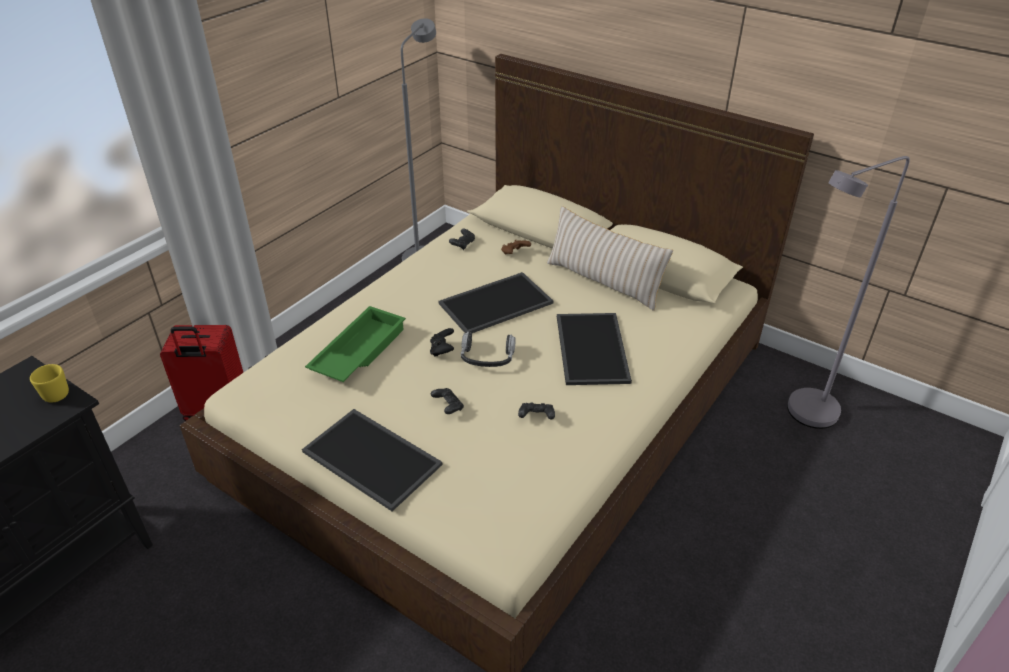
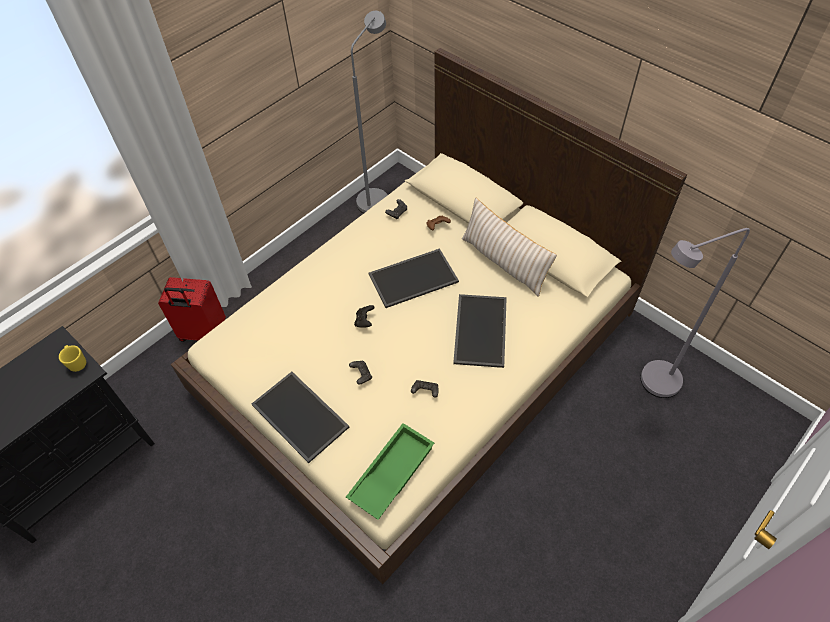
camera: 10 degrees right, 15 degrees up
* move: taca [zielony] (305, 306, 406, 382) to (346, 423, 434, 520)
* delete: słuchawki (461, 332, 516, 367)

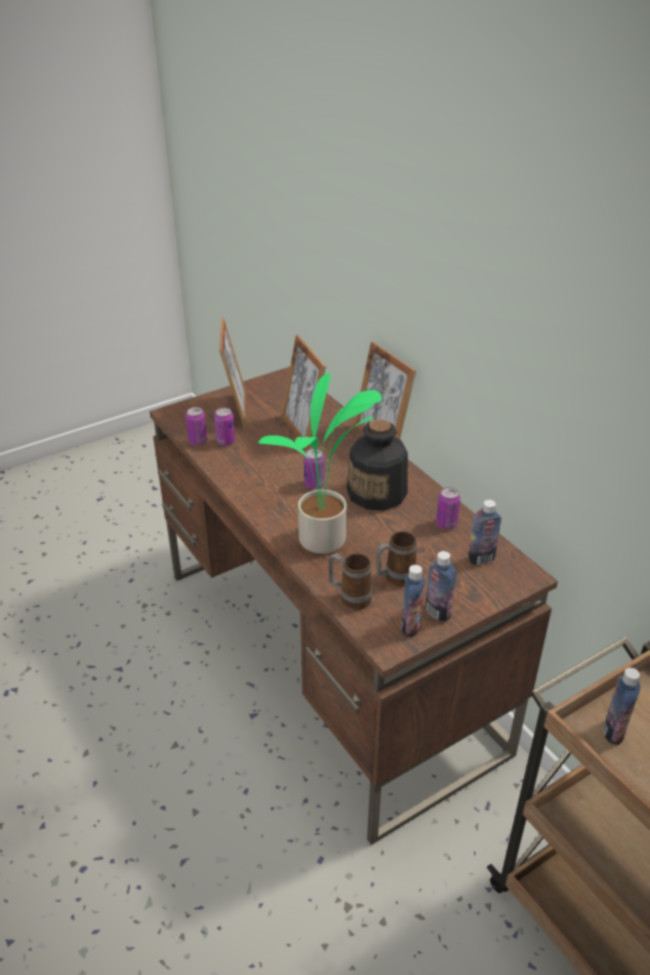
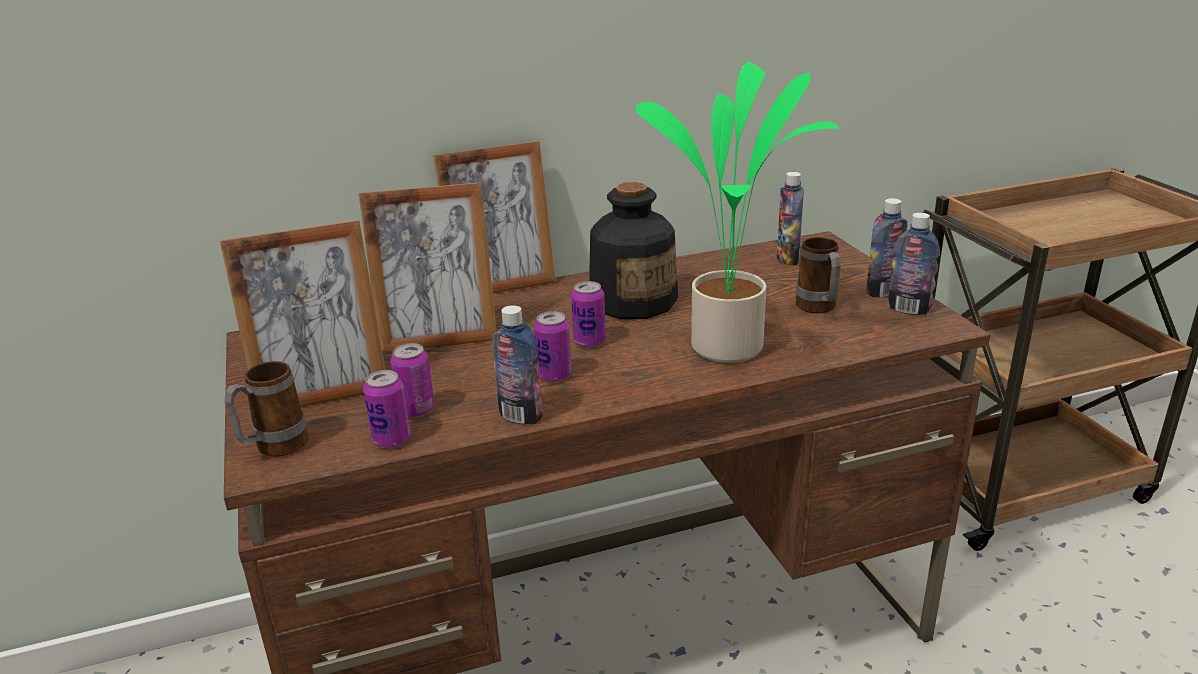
camera: 75 degrees left, 10 degrees down
* rotate: ramka na zdjęcie (219, 318, 246, 428) = (220, 220, 386, 407) 150 degrees clockwise
* move: kubek (328, 553, 372, 610) to (224, 361, 308, 457)
* move: butelka (603, 668, 641, 745) to (492, 305, 543, 424)
* move: puszka (436, 487, 460, 529) to (534, 311, 572, 382)

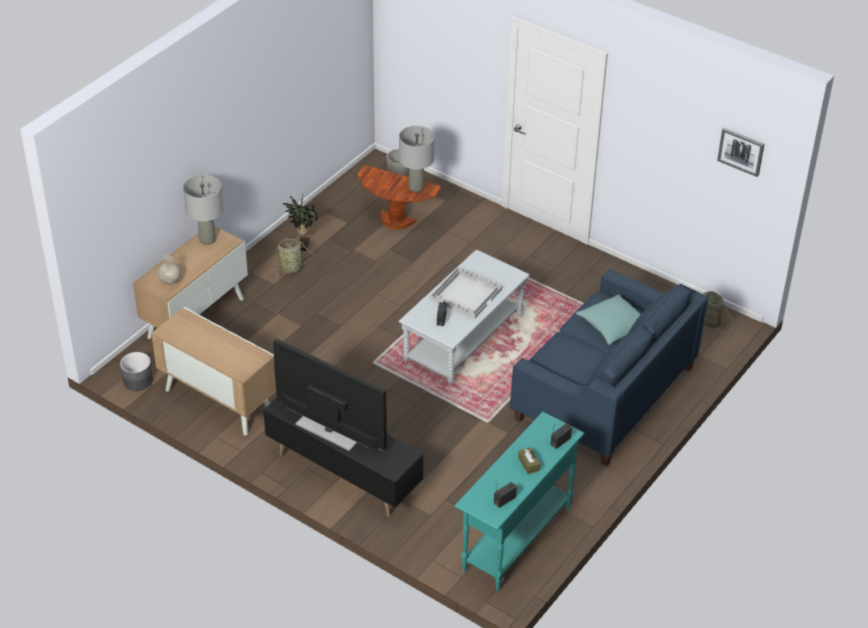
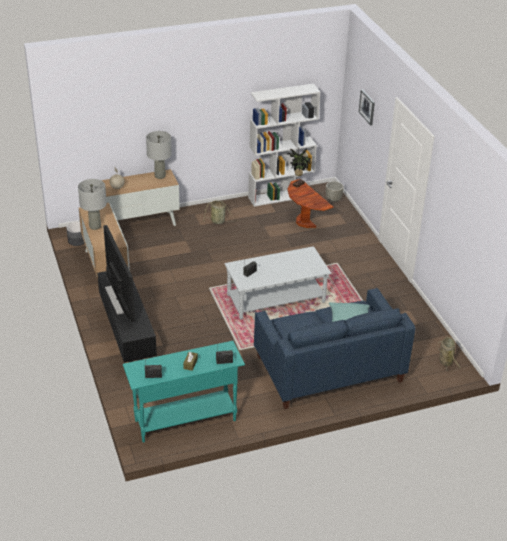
camera: 35 degrees right, 5 degrees down
* move: lampa stołowa [szary] (399, 126, 435, 192) to (78, 179, 107, 230)
* insert: regał [biały] (248, 83, 320, 207)
* move: roślina doniczkowa (283, 195, 318, 251) to (288, 147, 311, 188)
* move: obraz (717, 128, 764, 177) to (359, 89, 375, 126)
* delete: taca [biały] (430, 267, 502, 319)

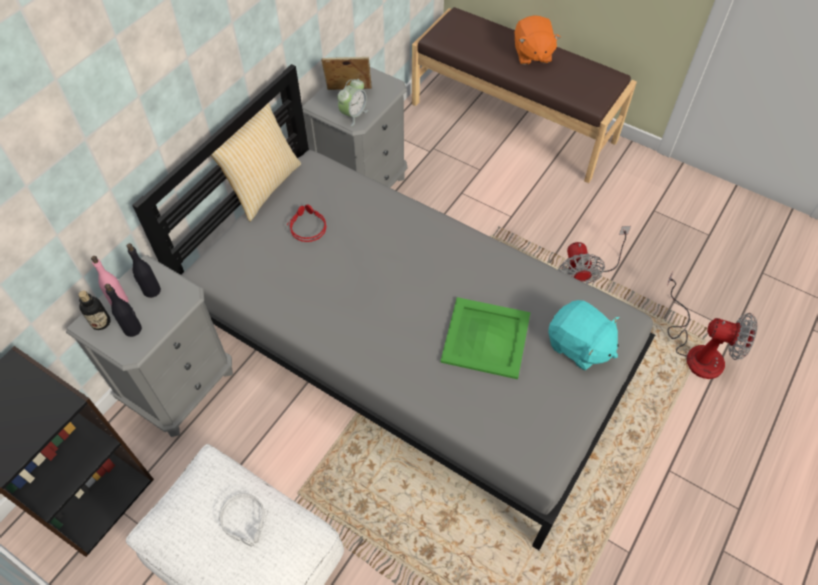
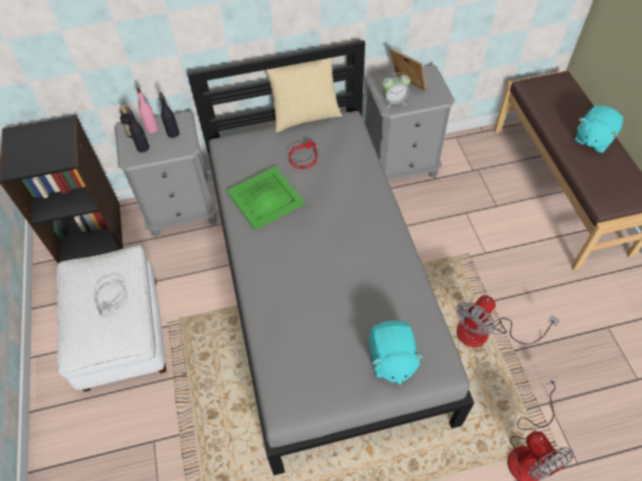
camera: 45 degrees right, 0 degrees up
* move: taca [zielony] (440, 297, 531, 379) to (227, 166, 305, 230)
* recolor: pluszak [pomarańczowy] (515, 15, 561, 65) to pluszak [turkusowy] (575, 105, 623, 153)

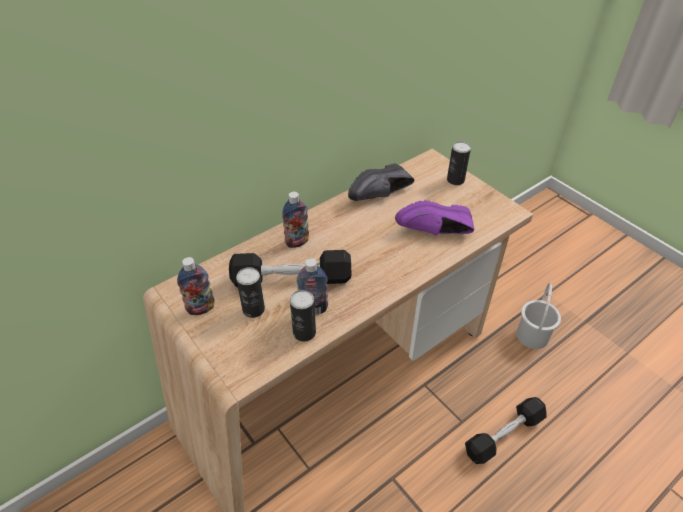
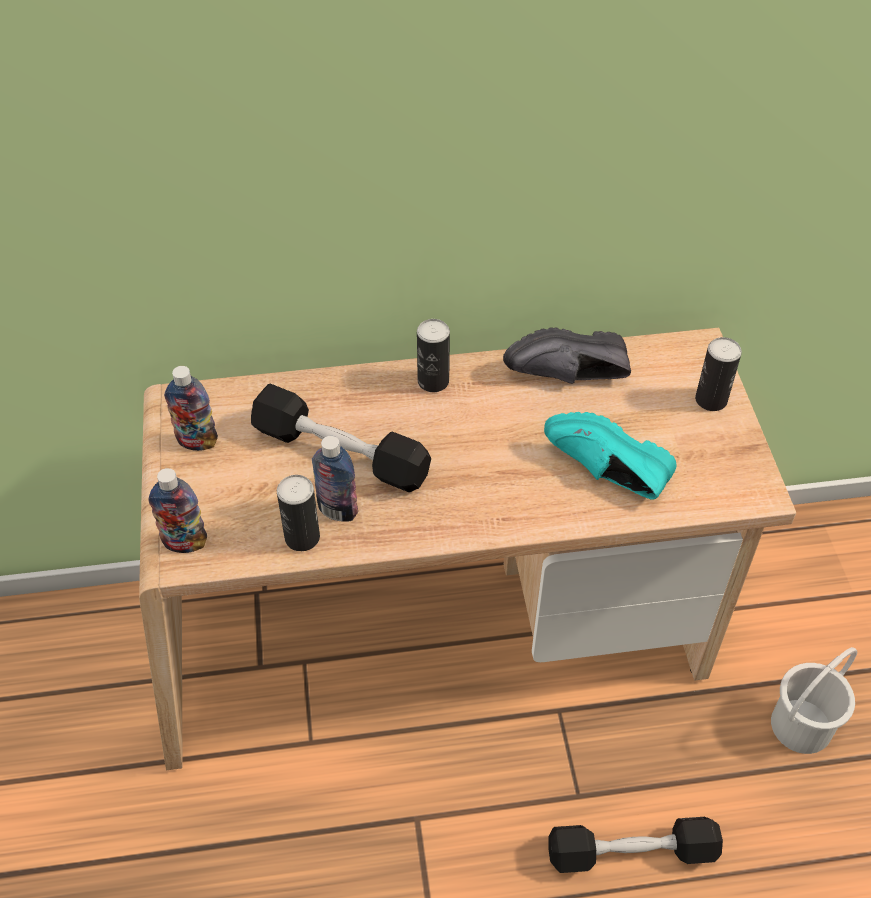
camera: 30 degrees right, 5 degrees up
* move: butelka (282, 192, 309, 248) to (148, 468, 207, 553)
* move: puszka (236, 267, 265, 318) to (417, 319, 450, 392)
* recolor: but [fioletowy] (395, 200, 474, 236) to but [turkusowy] (544, 412, 676, 500)

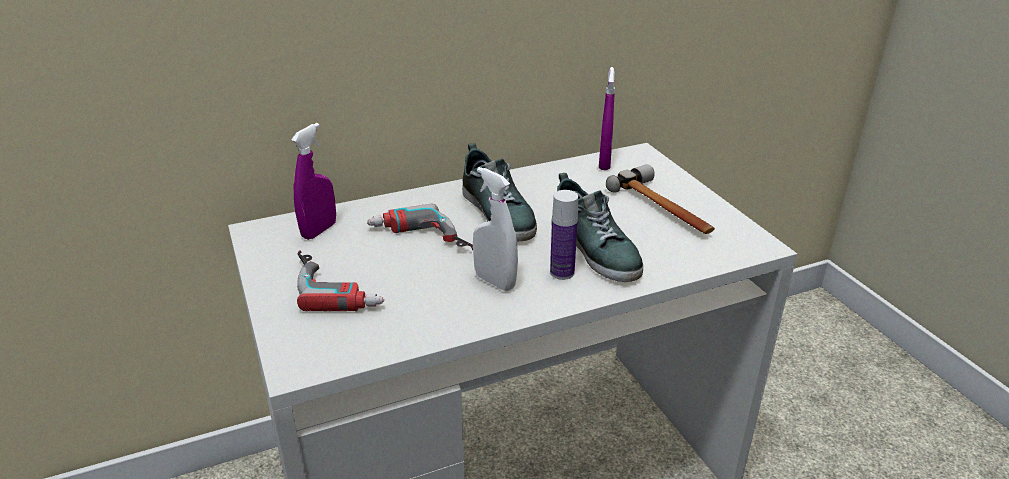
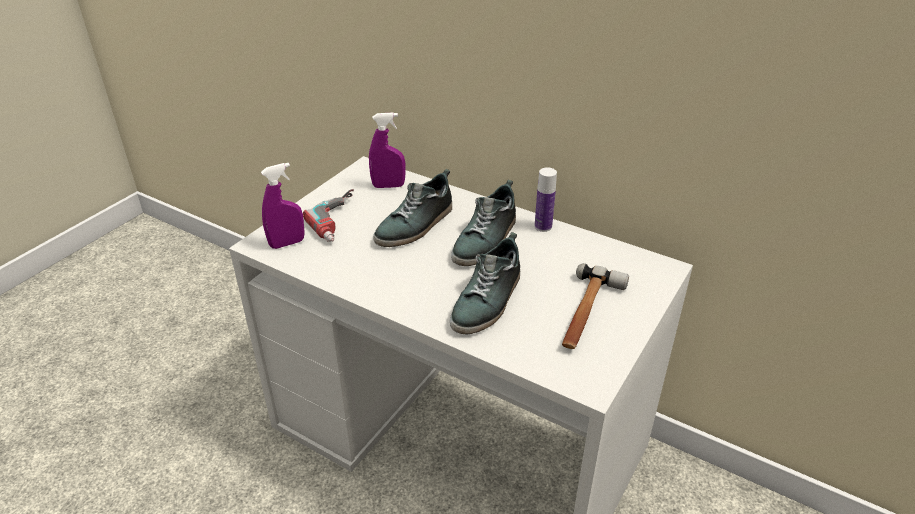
camera: 55 degrees right, 5 degrees up
* move: spryskiwacz [fioletowy] (599, 67, 615, 170) to (261, 163, 305, 249)
* replace: wiertarka (367, 204, 473, 250) to but (373, 169, 452, 247)
* move: butelka (550, 190, 578, 280) to (535, 167, 557, 232)
* delete: spryskiwacz [biały] (473, 167, 518, 291)

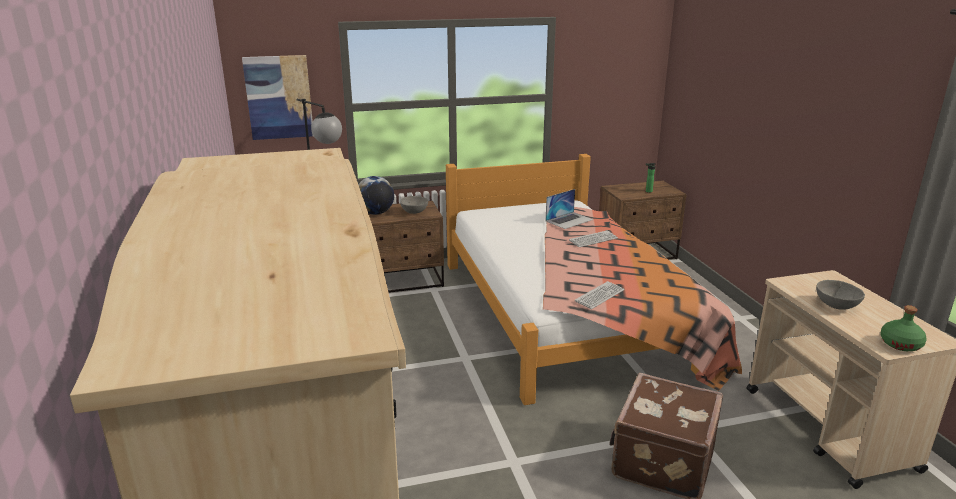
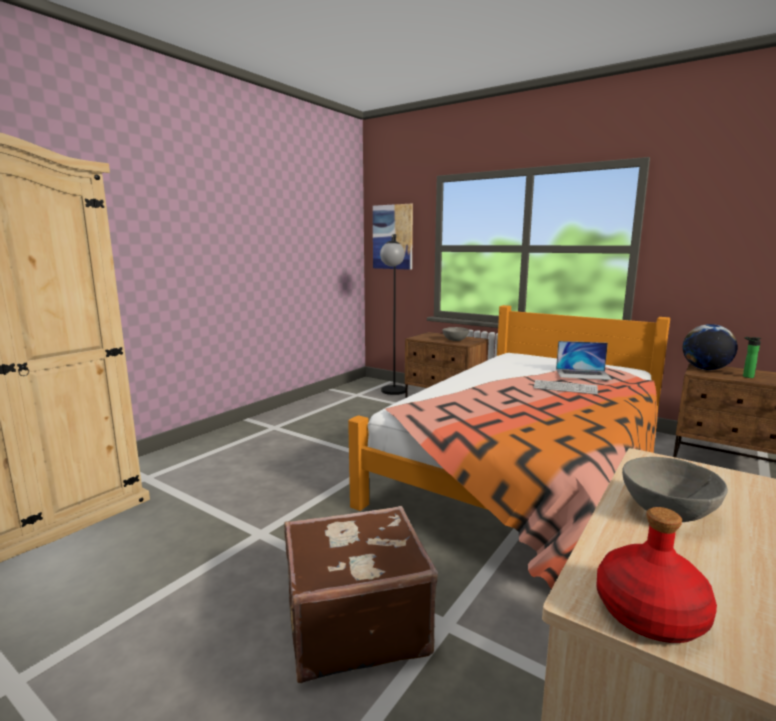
camera: 50 degrees right, 10 degrees down
* recolor: butelka [zielony] (880, 305, 927, 351) to butelka [czerwony] (596, 507, 717, 643)
* move: globus (358, 176, 394, 215) to (683, 324, 738, 370)
* delete: klawiatura (575, 281, 624, 309)

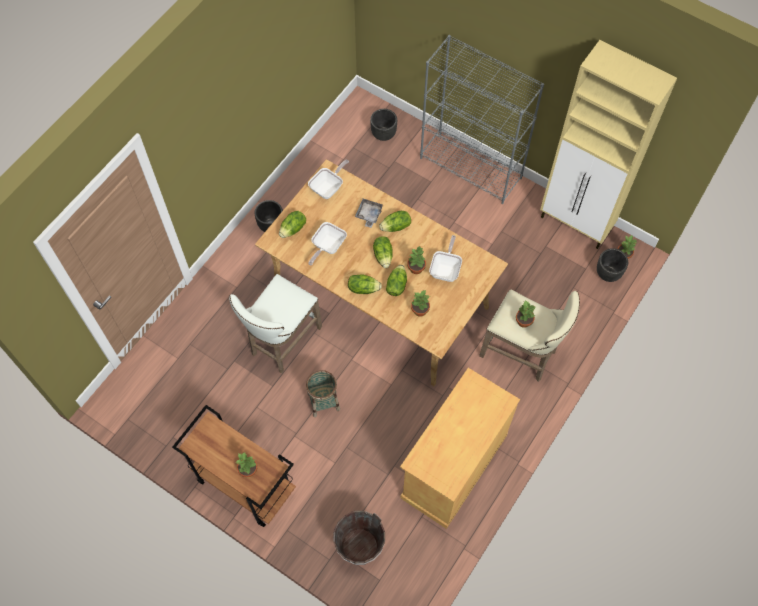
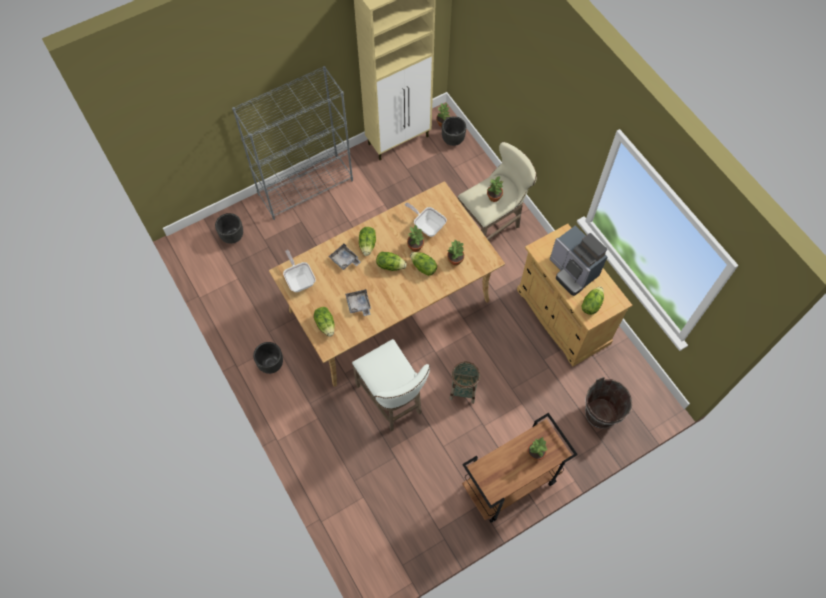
camera: 65 degrees left, 0 degrees up
* replace: patelnia (308, 222, 347, 266) to taca [szary] (345, 289, 371, 316)
* insert: ekspres do kawy (550, 225, 608, 296)
* move: sałata (348, 275, 382, 294) to (581, 287, 604, 315)

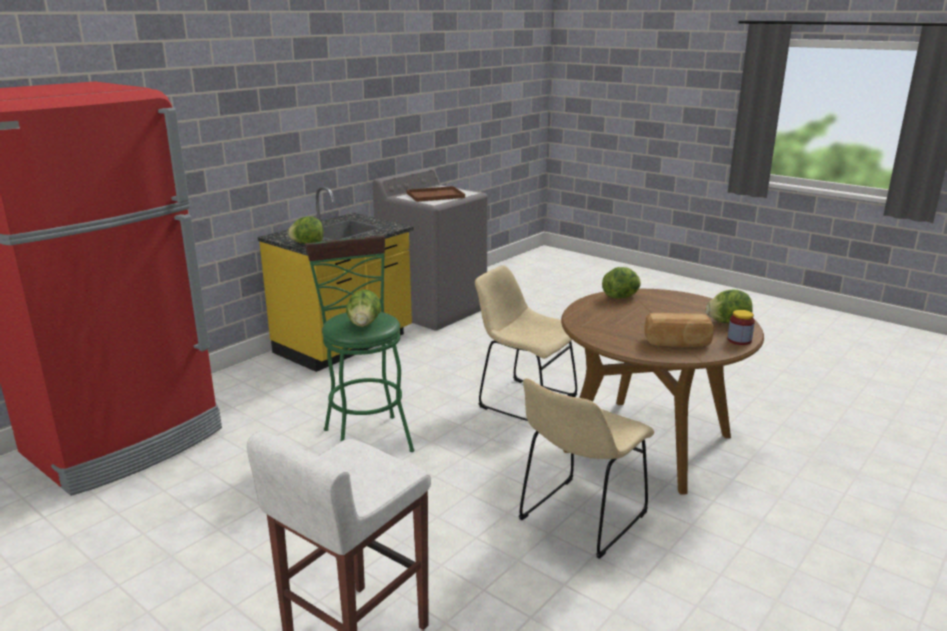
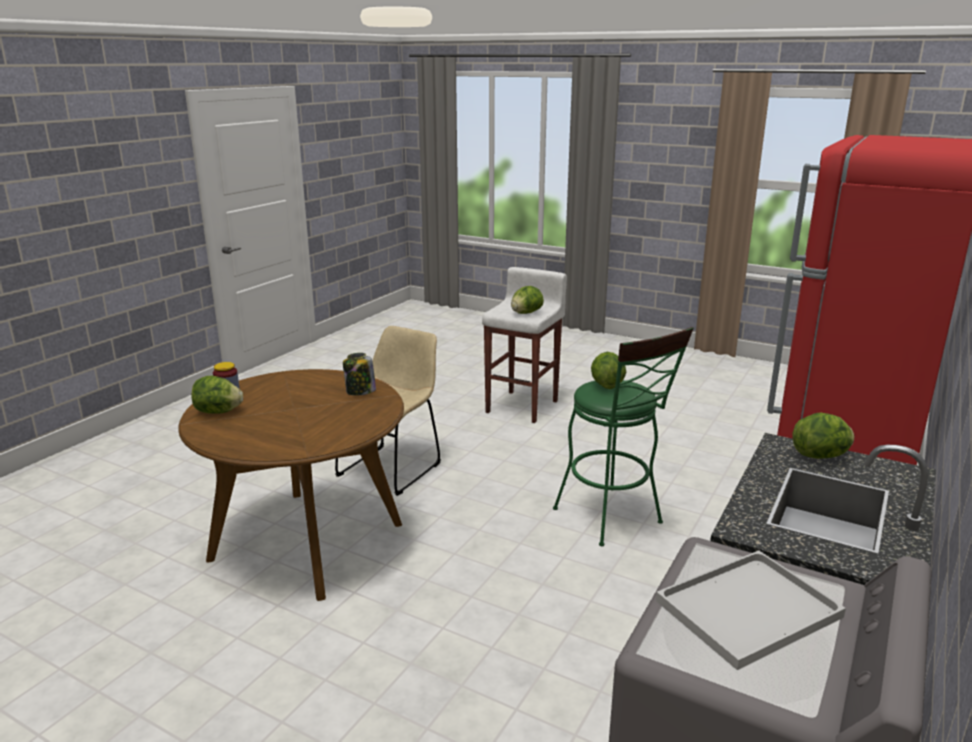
camera: 170 degrees right, 0 degrees up
* insert: słoik (343, 353, 376, 396)
* move: sałata (602, 267, 641, 298) to (511, 286, 544, 314)
* recolor: taca [brązowy] (406, 186, 465, 202) to taca [biały] (656, 551, 846, 670)
* delete: krzesło [beżowy] (475, 265, 577, 421)
* delete: chleb (644, 313, 714, 347)

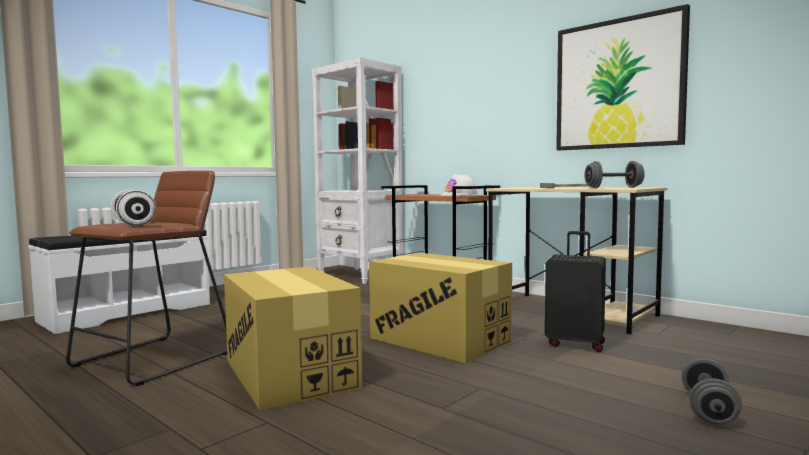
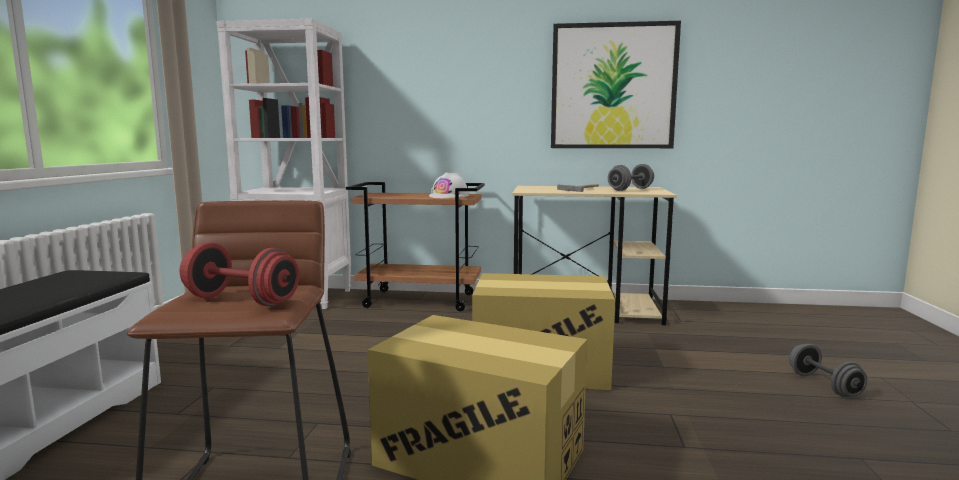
camera: 35 degrees left, 5 degrees up
* recolor: hantel [biały] (111, 190, 156, 226) to hantel [czerwony] (180, 242, 299, 306)
* delete: walizka [czarny] (545, 231, 606, 352)

